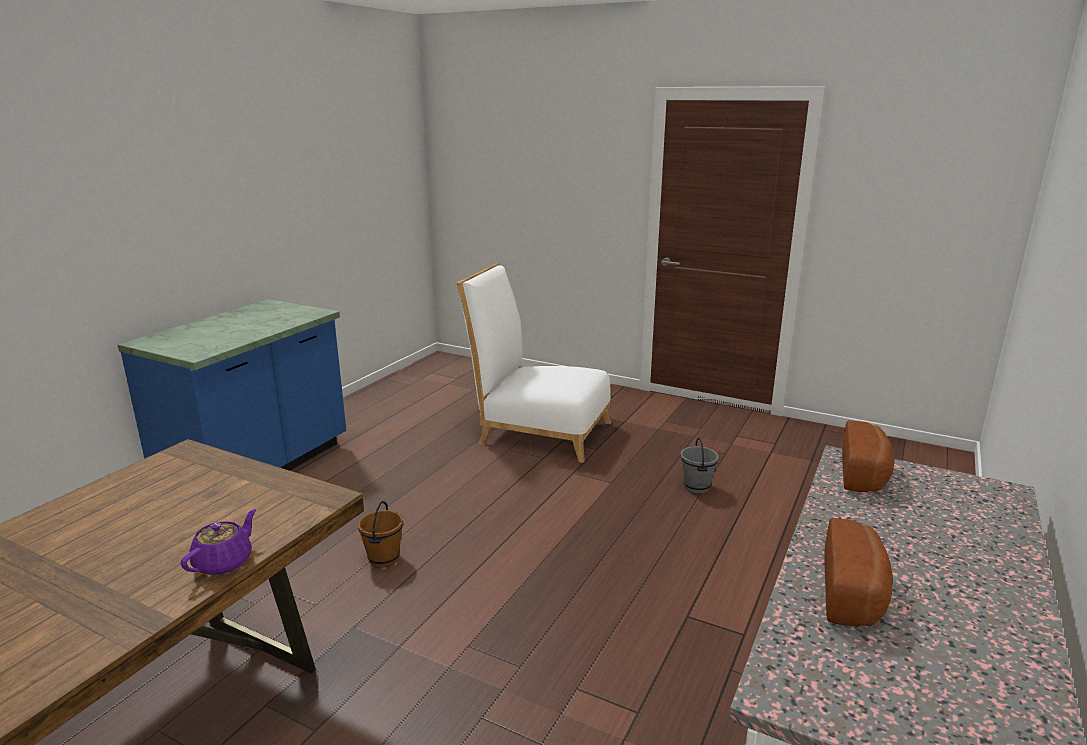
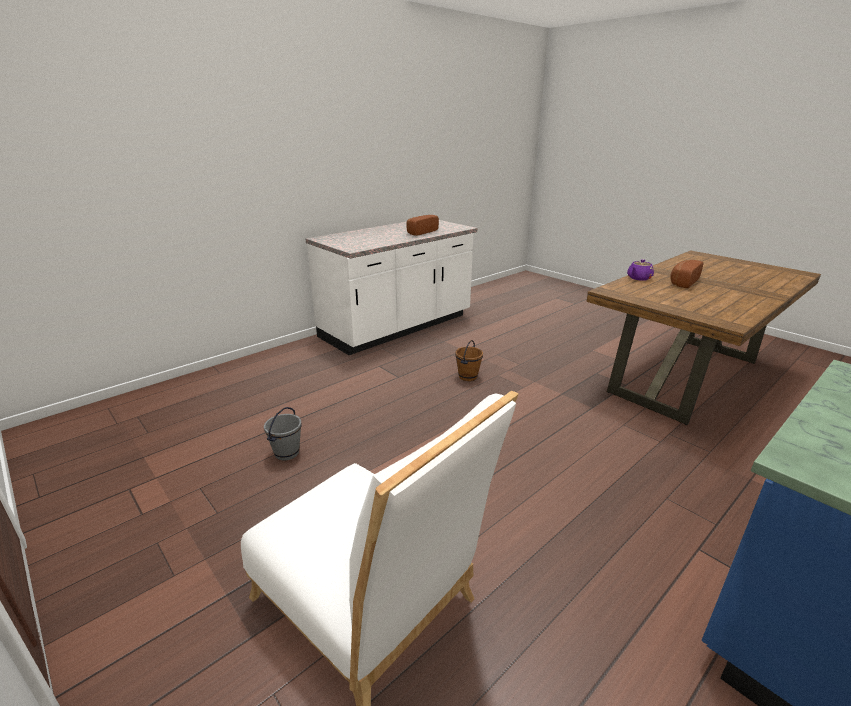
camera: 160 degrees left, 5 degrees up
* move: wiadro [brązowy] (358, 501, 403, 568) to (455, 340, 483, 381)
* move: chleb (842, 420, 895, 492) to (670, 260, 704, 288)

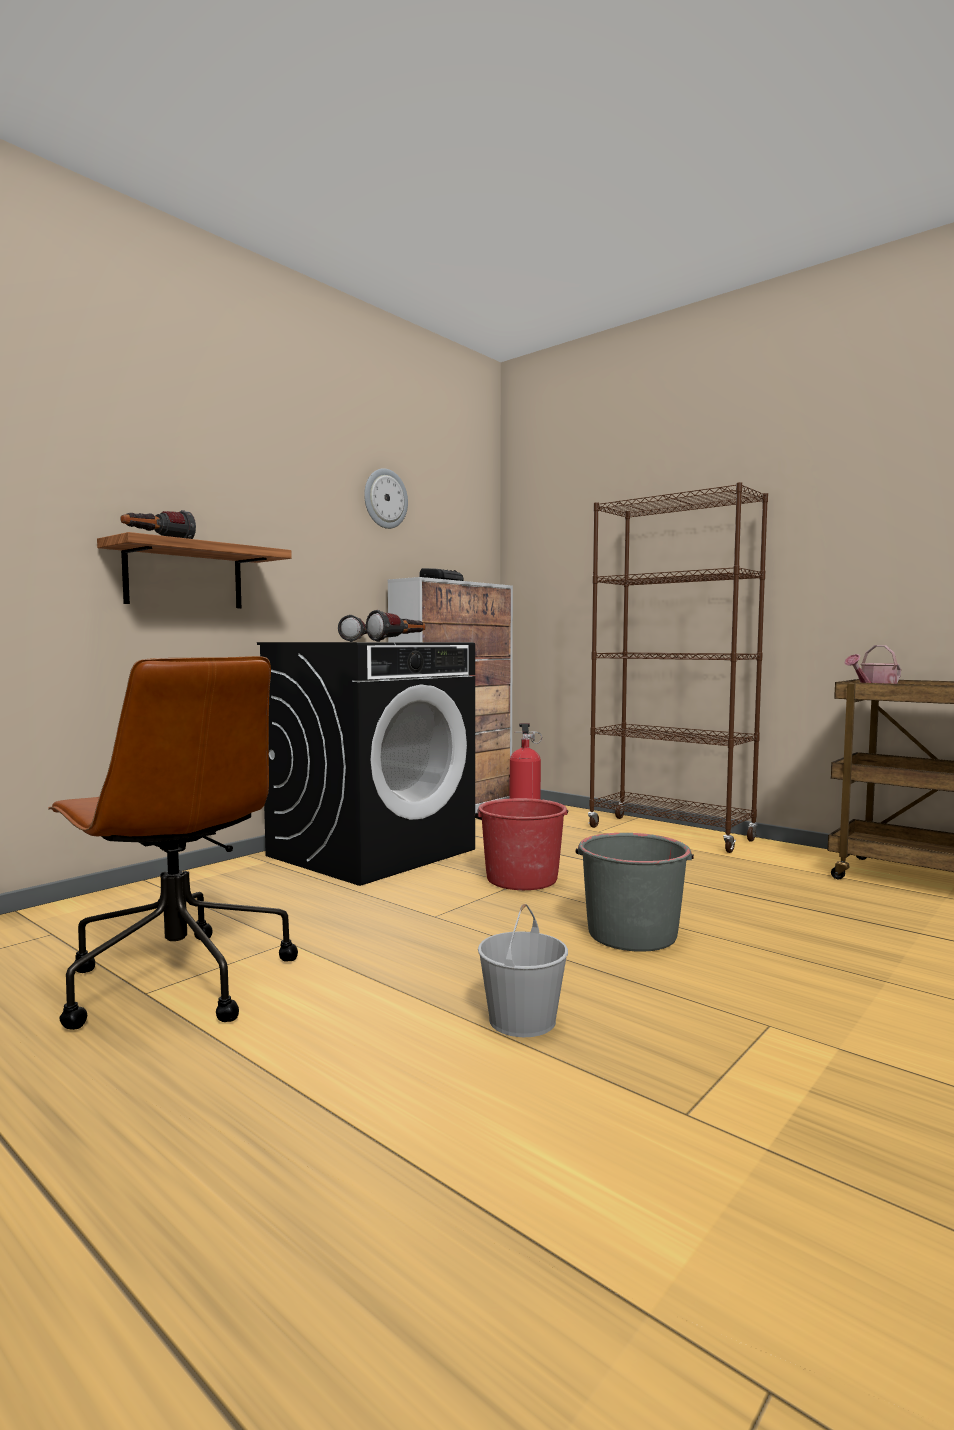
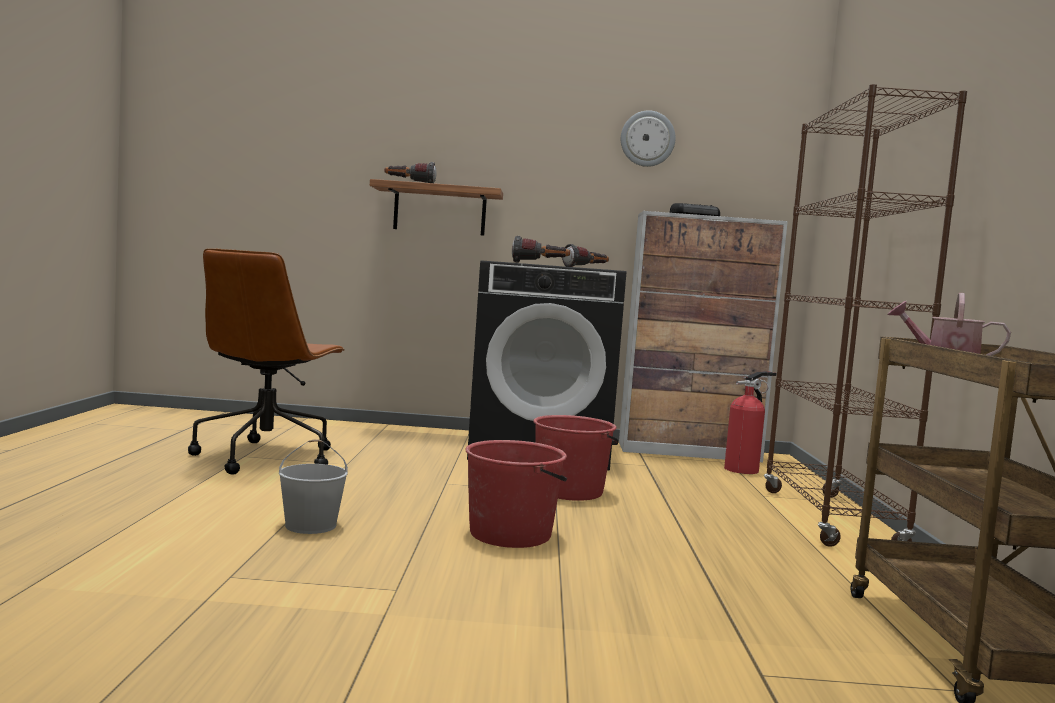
camera: 50 degrees right, 0 degrees up
* recolor: wiadro [szary] (576, 833, 694, 952) to wiadro [czerwony] (465, 440, 567, 548)

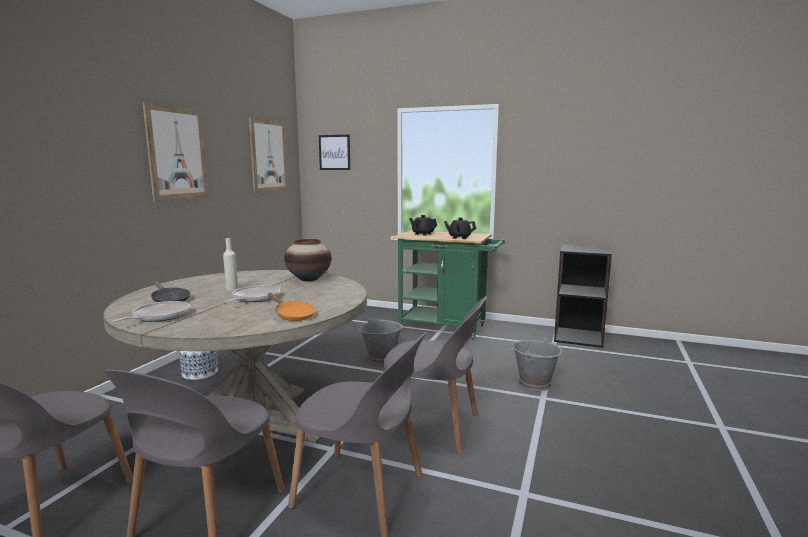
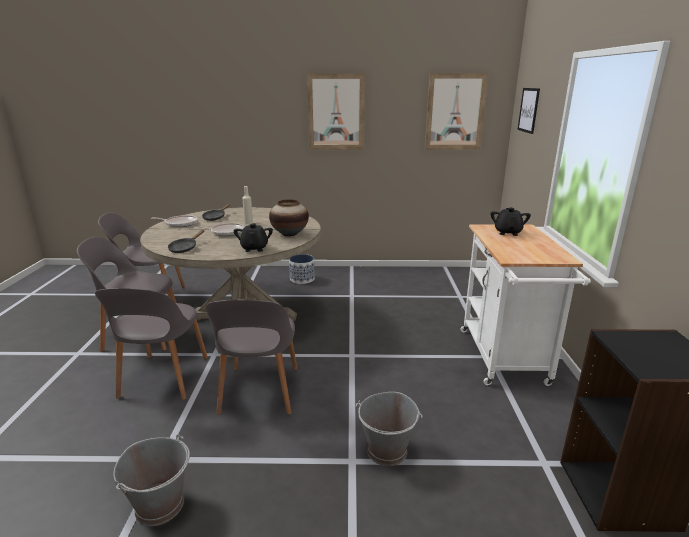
camera: 70 degrees right, 10 degrees up
* move: wiadro [szary] (360, 318, 403, 364) to (113, 434, 190, 526)
* recolor: patelnia [pomarańczowy] (268, 293, 315, 321) to patelnia [czarny] (168, 230, 204, 253)
* move: imbryk [czarny] (444, 218, 476, 239) to (234, 223, 273, 252)
* recolor: wózek [zielony] (393, 230, 505, 340) to wózek [biały] (460, 224, 591, 386)

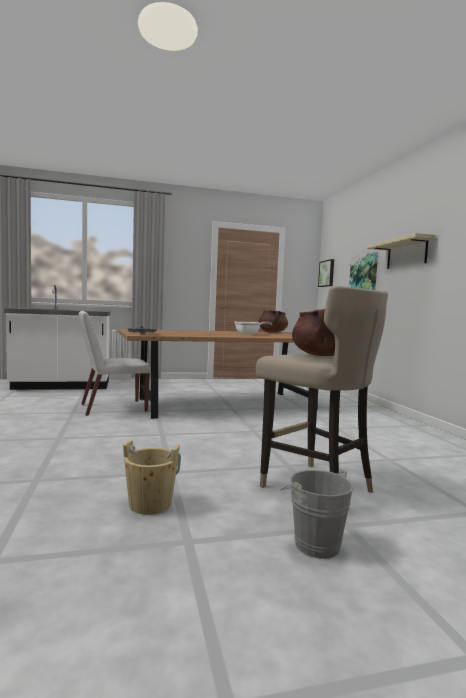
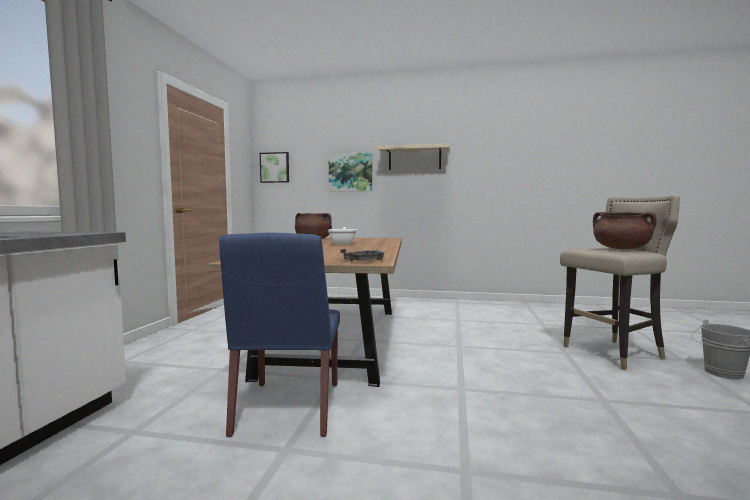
camera: 65 degrees left, 0 degrees up
* recolor: krzesło [biały] (78, 311, 151, 416) to krzesło [niebieski] (219, 232, 340, 437)
* delete: wiadro [beżowy] (123, 440, 181, 515)

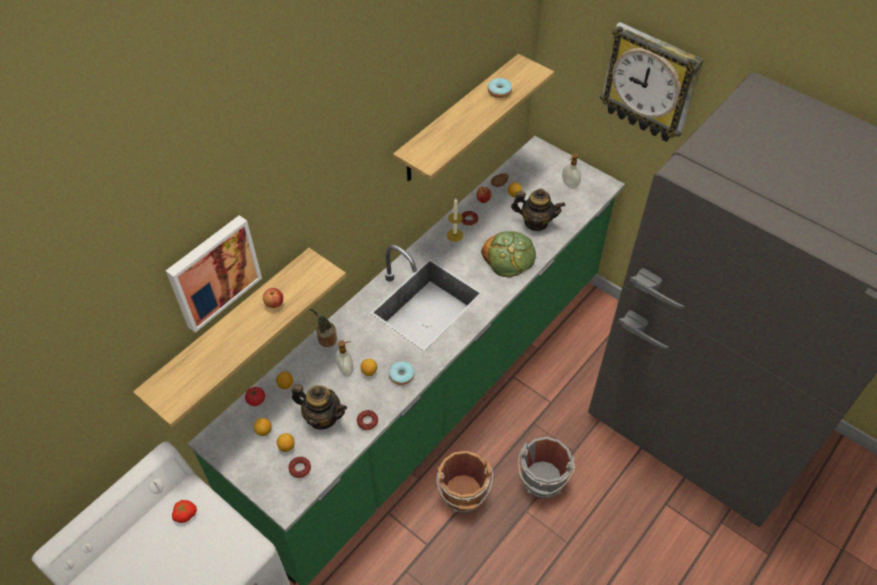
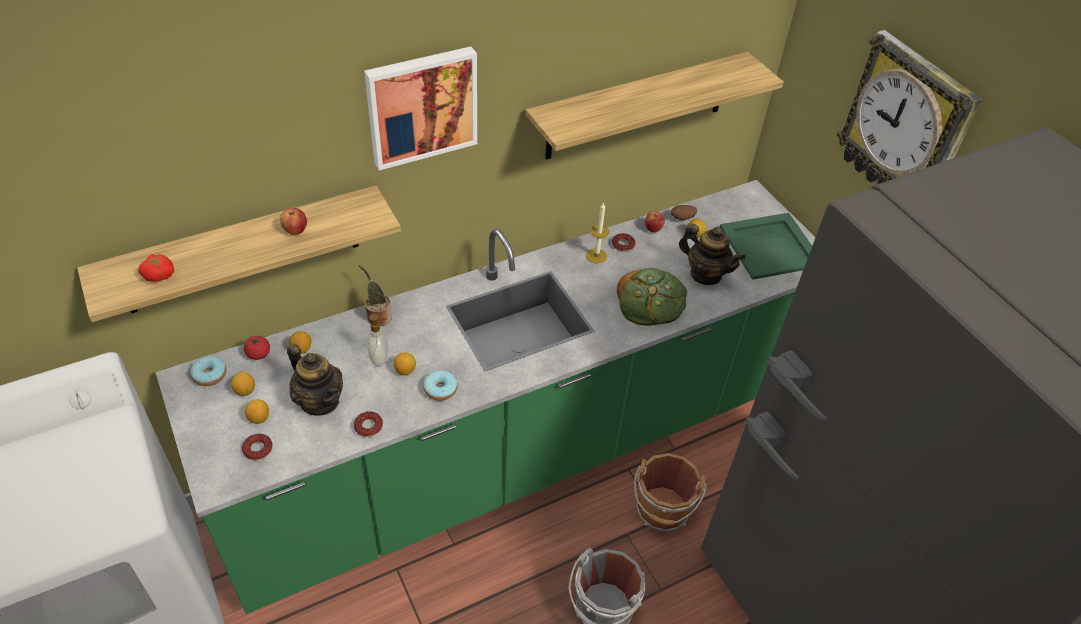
camera: 20 degrees right, 5 degrees down
* move: pomidor (172, 500, 197, 523) to (138, 254, 174, 282)
* move: donut (488, 78, 512, 98) to (190, 356, 226, 386)
* move: obraz (166, 215, 262, 333) to (364, 46, 477, 170)
* move: wiadro [brązowy] (436, 451, 493, 513) to (634, 453, 707, 533)
* replace: dozownik mydła (562, 153, 581, 189) to taca [zielony] (720, 213, 812, 280)

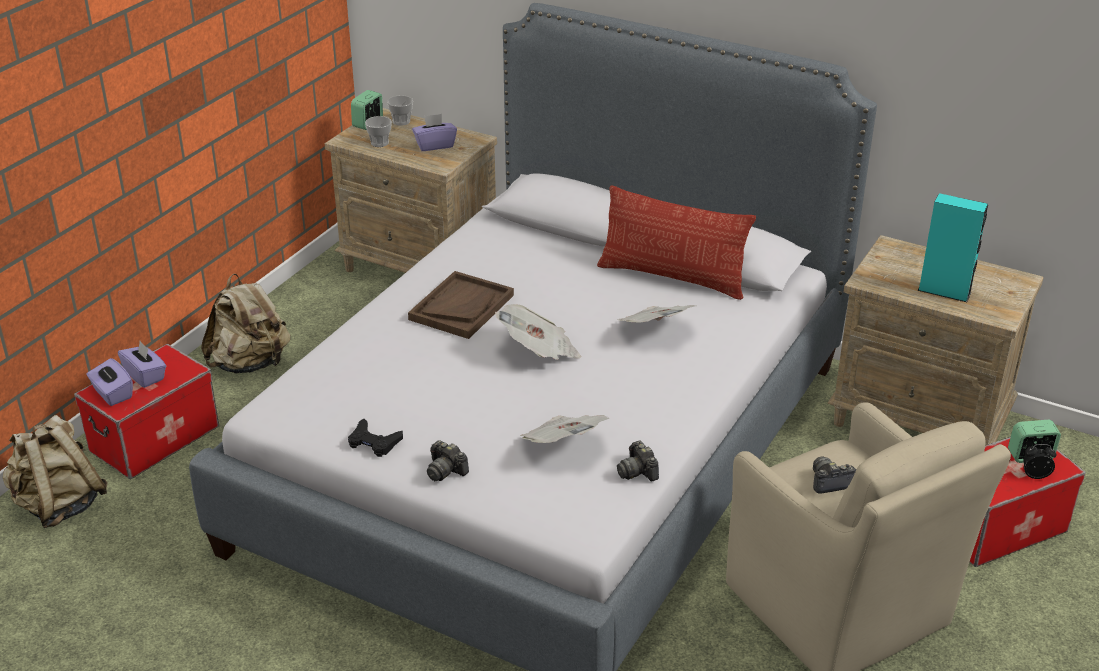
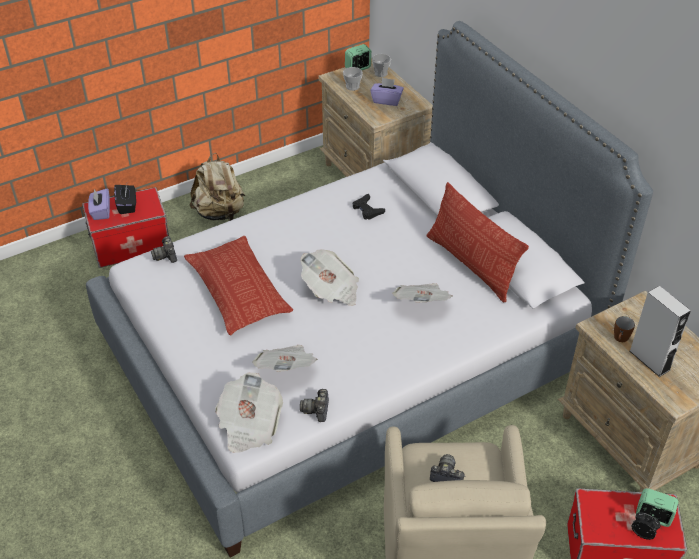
camera: 30 degrees right, 10 degrees up
* recolor: pudełko chusteczek [fioletowy] (118, 341, 166, 388) to pudełko chusteczek [czarny] (114, 185, 136, 214)
* move: aparat fotograficzny (427, 440, 469, 481) to (151, 236, 177, 263)
* insert: poduszka (184, 236, 293, 335)
* insert: gazeta (215, 373, 283, 453)
* move: pad do gier [czarny] (348, 419, 403, 457) to (353, 194, 385, 220)
* insert: kubek [brązowy] (614, 316, 635, 342)
* recolor: głośnik [turkusowy] (918, 193, 988, 302) to głośnik [szary] (630, 286, 691, 377)
* delete: plecak [beżowy] (3, 415, 108, 528)
* delete: taca [brązowy] (408, 271, 514, 339)

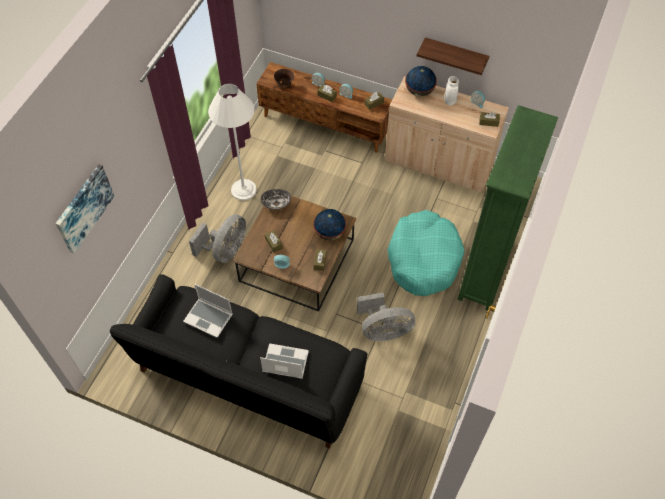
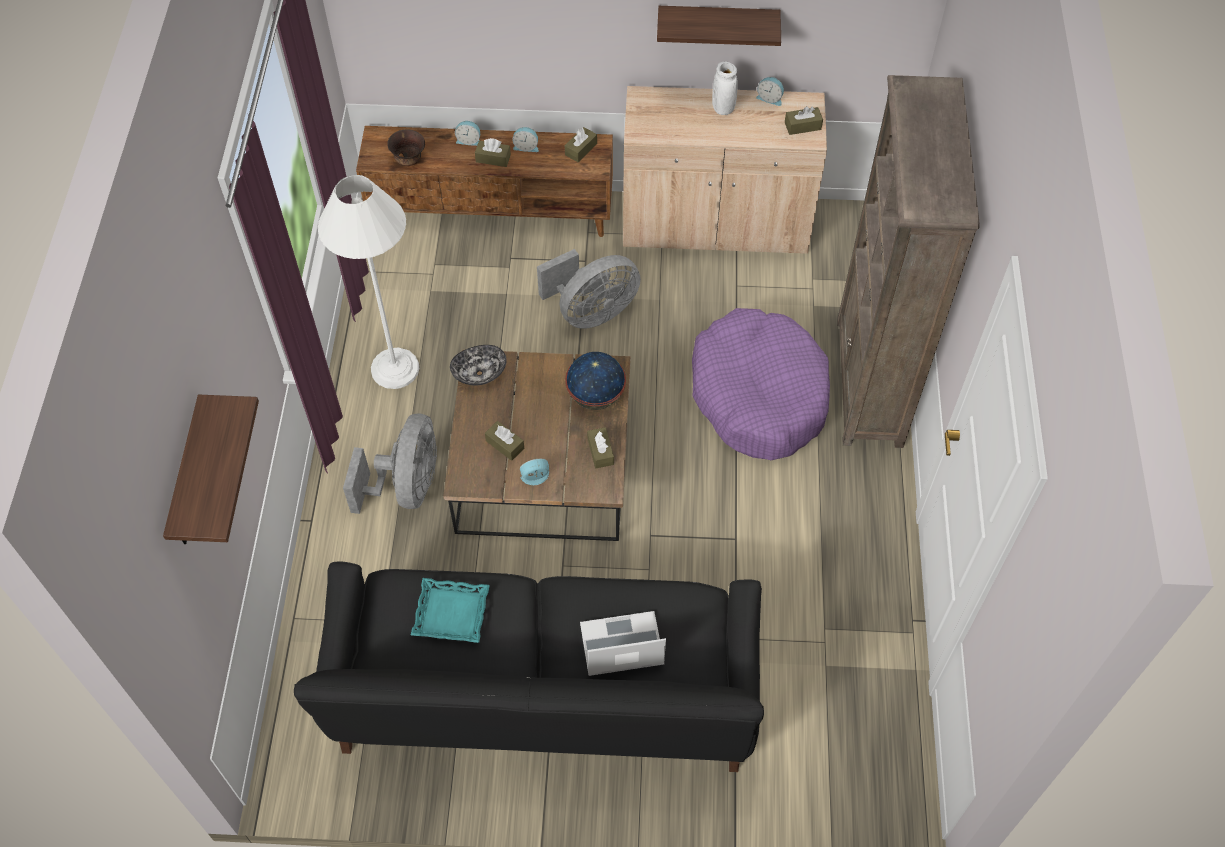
camera: 20 degrees left, 0 degrees up
* replace: obraz (55, 164, 114, 254) to półka (163, 394, 259, 544)
* replace: laptop (183, 284, 232, 338) to taca [turkusowy] (411, 578, 490, 643)
* move: wentylator [szary] (357, 293, 415, 341) to (537, 249, 641, 329)
* recolor: legowisko [turkusowy] (387, 210, 465, 296) to legowisko [fioletowy] (692, 308, 830, 460)
* recolor: regał [zielony] (457, 105, 558, 310) to regał [brązowy] (837, 75, 980, 448)
* delete: globus (405, 66, 437, 97)

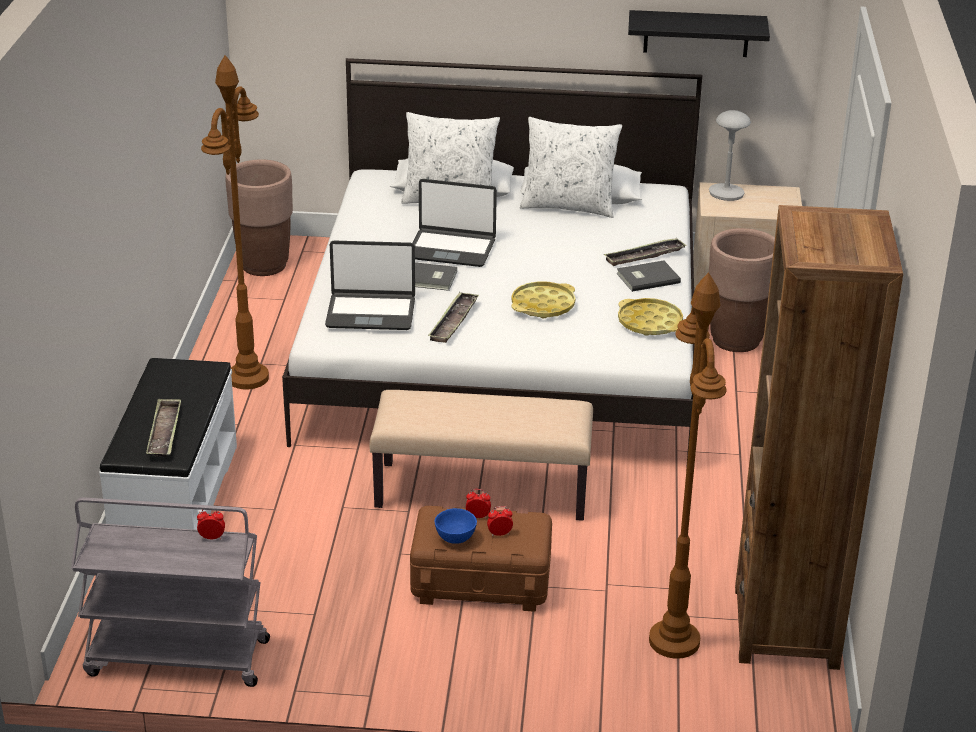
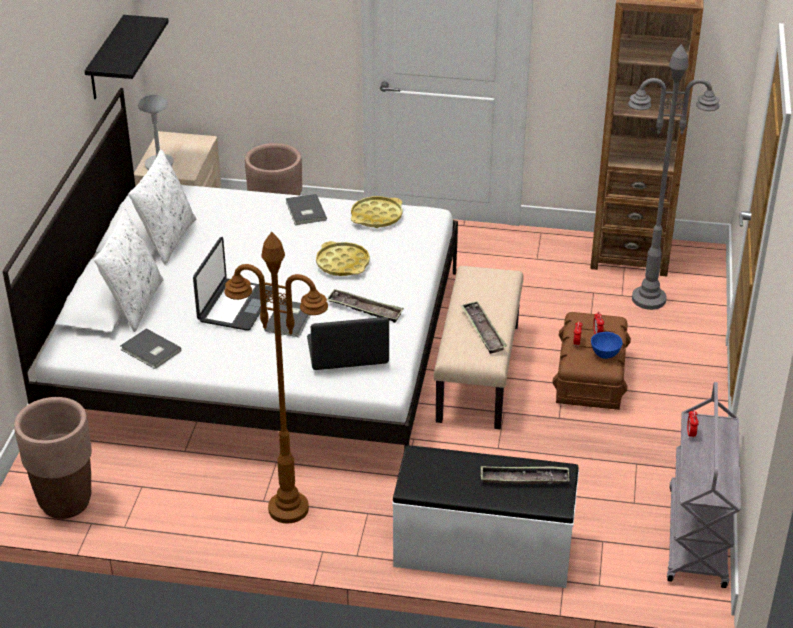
camera: 85 degrees left, 5 degrees up
* insert: książka [szary] (120, 328, 181, 369)
* rotate: laptop (325, 241, 415, 330) = (307, 317, 389, 370) 105 degrees counterclockwise
* move: taca (604, 238, 687, 266) to (460, 301, 507, 354)
* recolor: lampa stojąca [brązowy] (649, 273, 727, 659) to lampa stojąca [szary] (628, 44, 719, 310)

